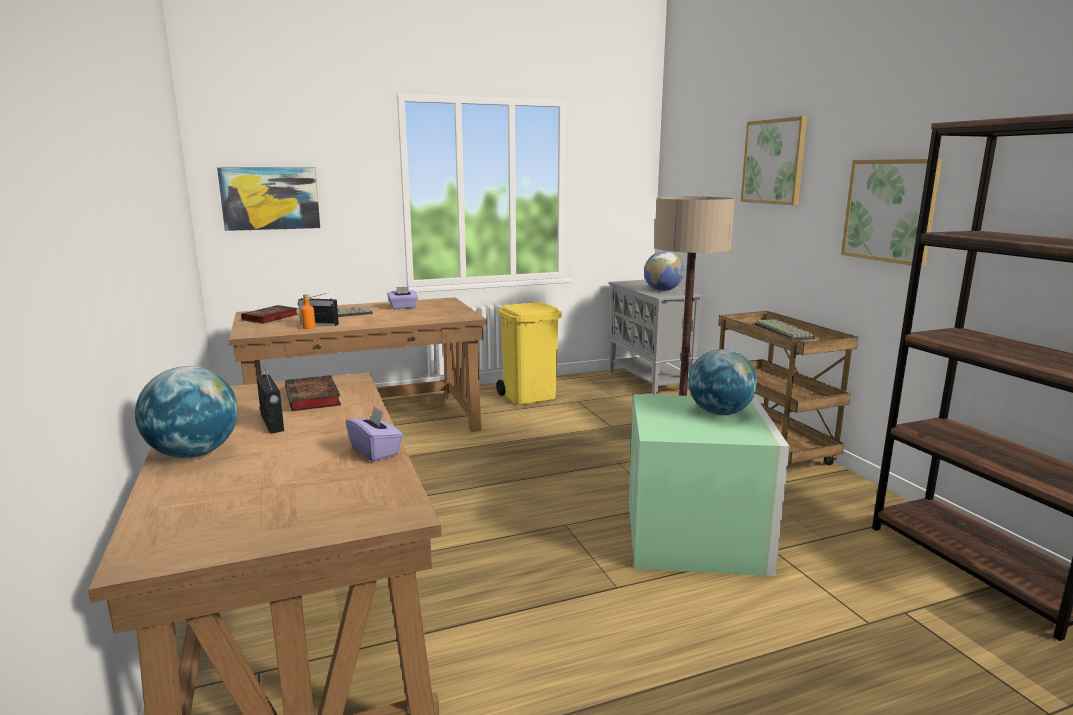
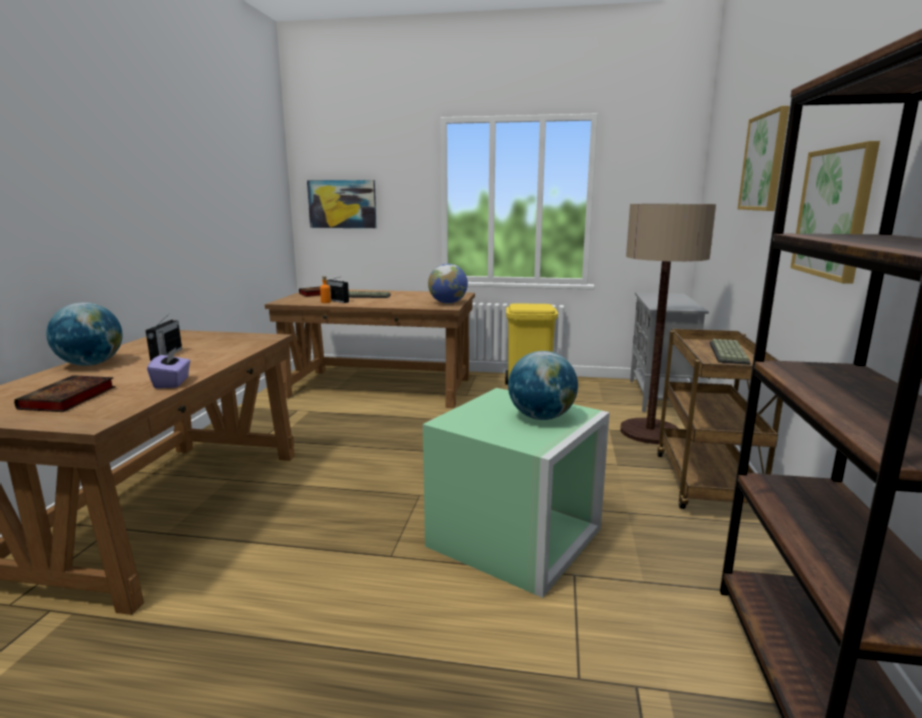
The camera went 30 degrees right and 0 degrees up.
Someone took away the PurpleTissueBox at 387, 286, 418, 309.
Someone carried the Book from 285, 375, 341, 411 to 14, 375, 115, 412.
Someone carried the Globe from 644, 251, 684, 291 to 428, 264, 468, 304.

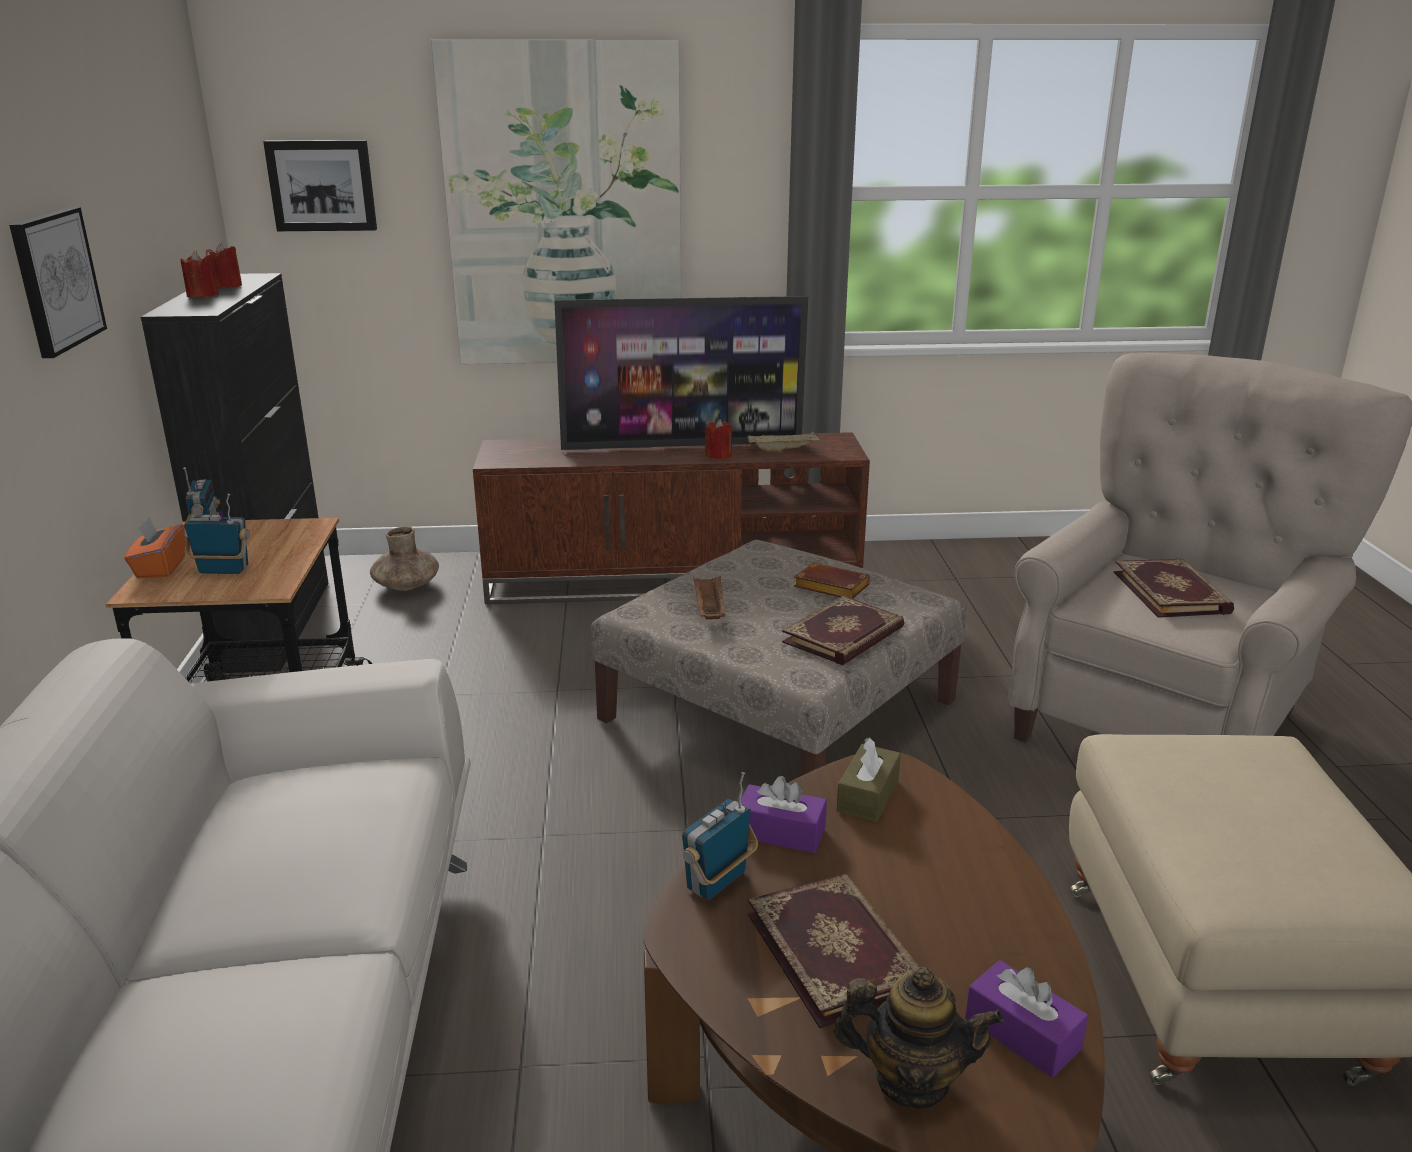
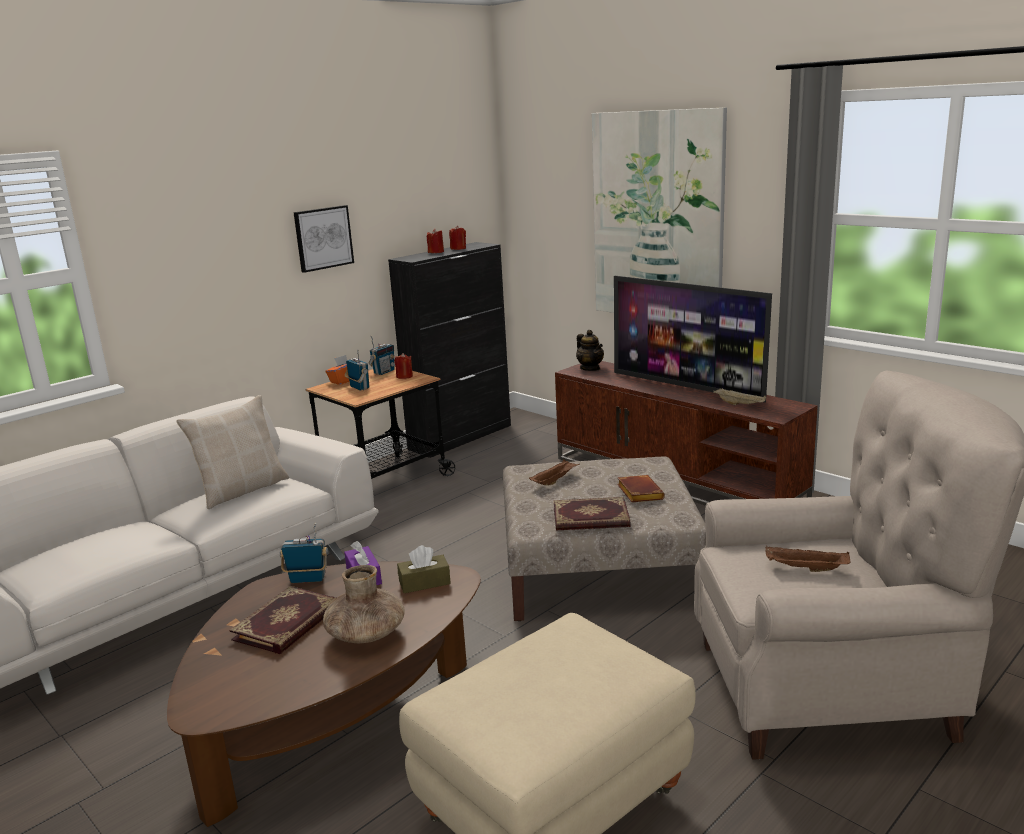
The camera went 50 degrees right and 5 degrees down.
Someone took away the Picture at 263, 140, 377, 231.
Someone took away the PurpleTissueBox at 965, 960, 1088, 1078.
Someone put down the BeigePillow at 176, 395, 289, 509.
Someone carried the BrownVase from 370, 526, 439, 591 to 323, 565, 405, 643.
Someone carried the RedCandle from 705, 419, 733, 459 to 394, 353, 413, 379.
Someone carried the Teapot from 833, 967, 1004, 1109 to 576, 330, 604, 371.
Someone swapped the Book at 1114, 558, 1234, 618 for the BrownTray at 765, 546, 851, 572.

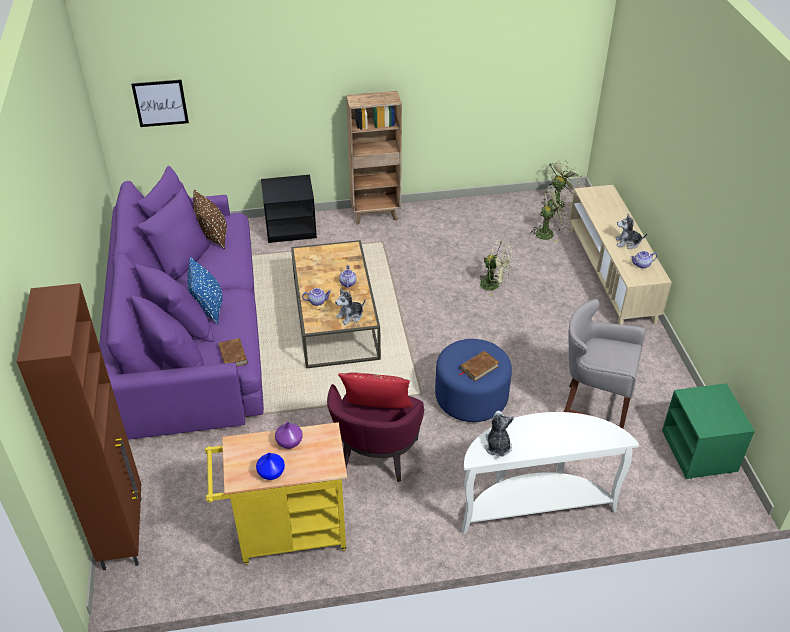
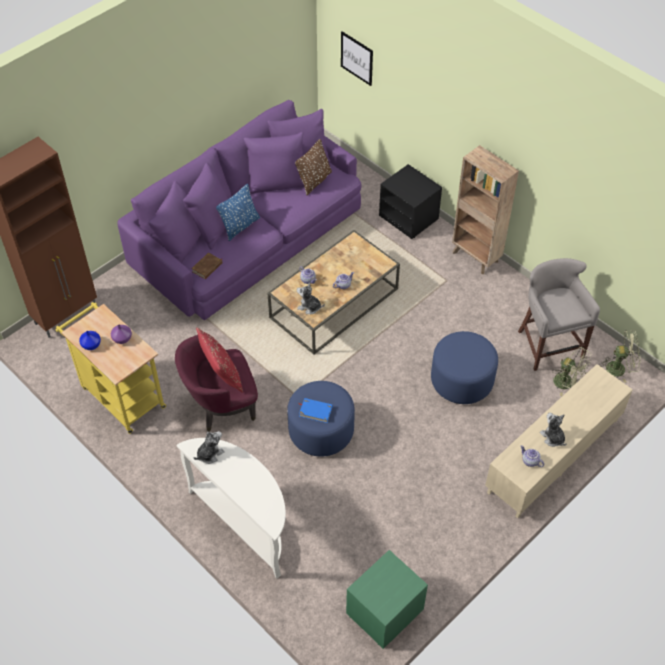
The camera went 55 degrees right and 10 degrees up.
Someone carried the GreyStool from 564, 299, 645, 428 to 518, 258, 600, 371.
Someone swapped the GreenFan at 477, 240, 513, 296 for the BlueOttoman at 431, 331, 498, 404.
Someone repainted the BrownBook at 459, 351, 499, 381, which became the BlueBook at 299, 398, 333, 423.

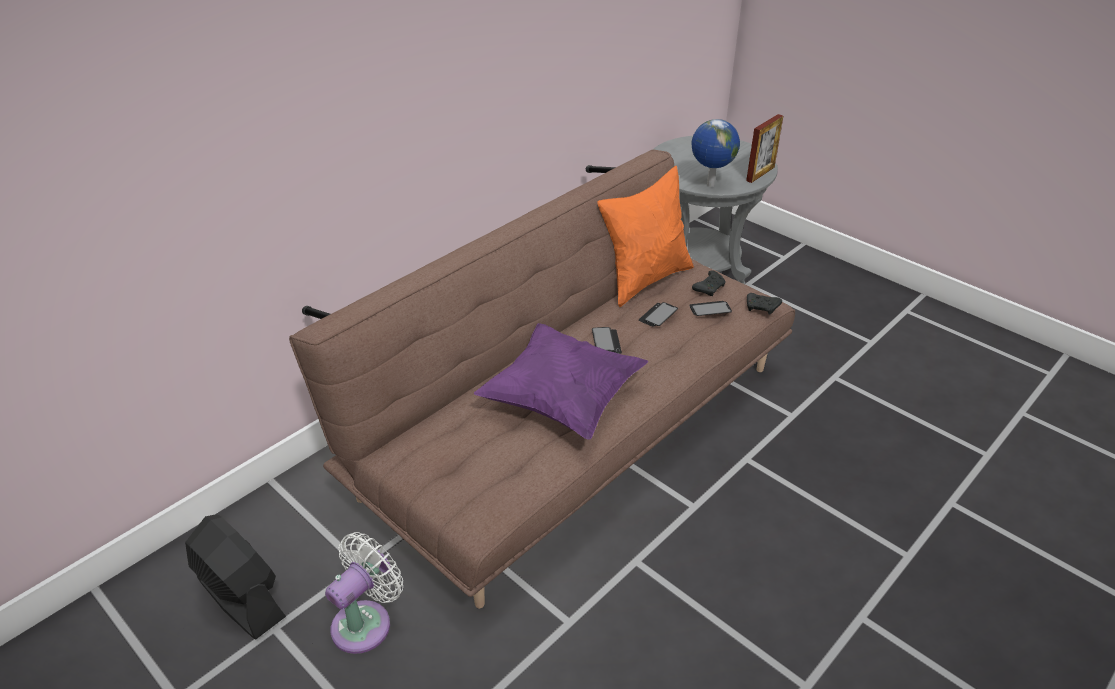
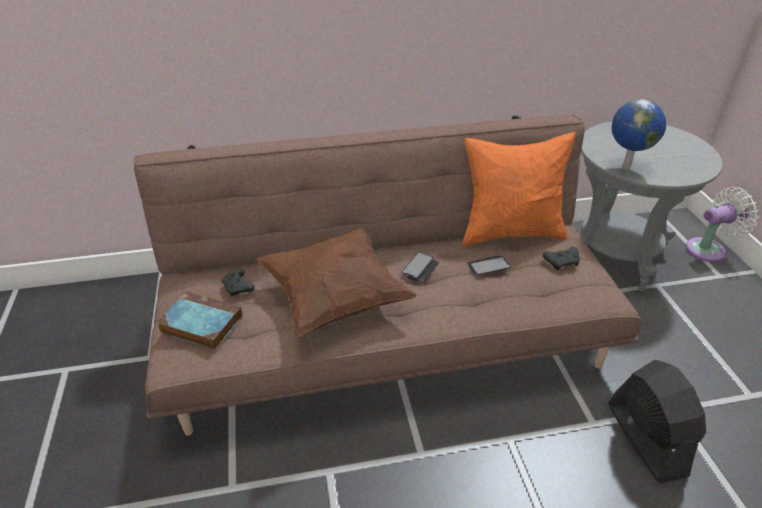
The camera went 35 degrees right and 0 degrees up.
Someone took away the Phone at 689, 301, 732, 316.
Someone took away the PictureFrame at 746, 114, 783, 183.
Someone put down the Book at 157, 291, 243, 350.
Someone carried the BlackFan from 185, 514, 286, 639 to 608, 360, 706, 484.
Someone carried the WhiteFan from 325, 532, 403, 654 to 686, 187, 759, 262.
Someone carried the BlackGameController from 747, 293, 782, 315 to 221, 269, 255, 296.
Someone repainted the PurplePillow at 474, 323, 648, 440, which became the BrownPillow at 257, 228, 417, 337.

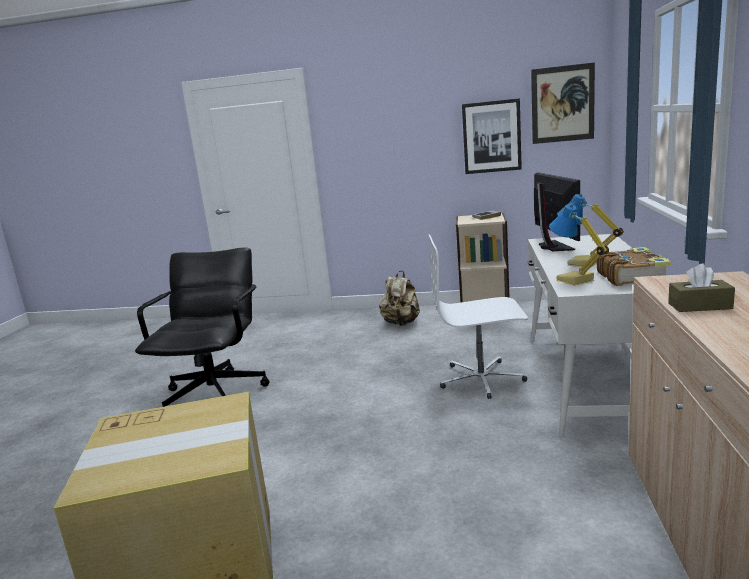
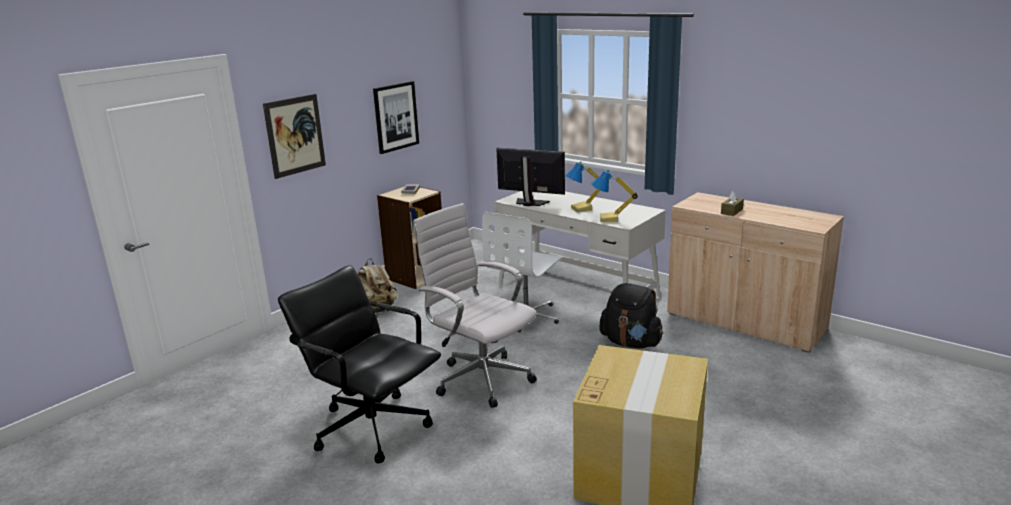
The camera went 60 degrees left and 5 degrees up.
Someone took away the Book at 596, 247, 671, 286.
Someone put down the WhiteOfficeChair at 413, 203, 537, 408.
Someone put down the BlackBackpack at 599, 283, 663, 348.
Someone carried the Picture from 531, 63, 595, 144 to 263, 94, 326, 179.

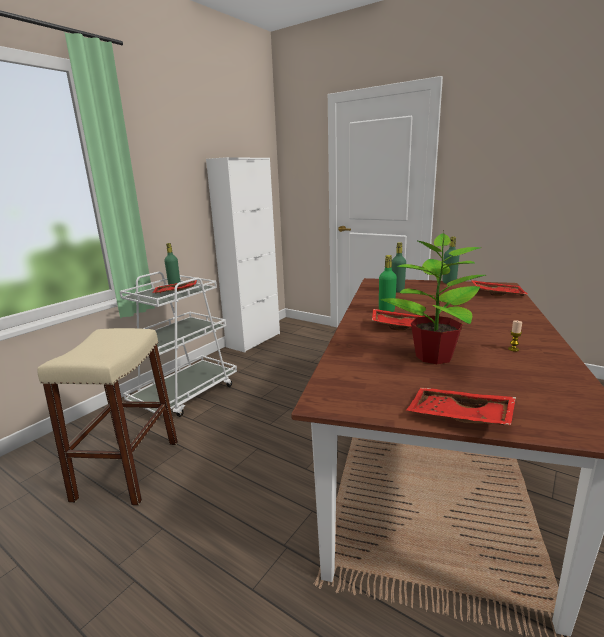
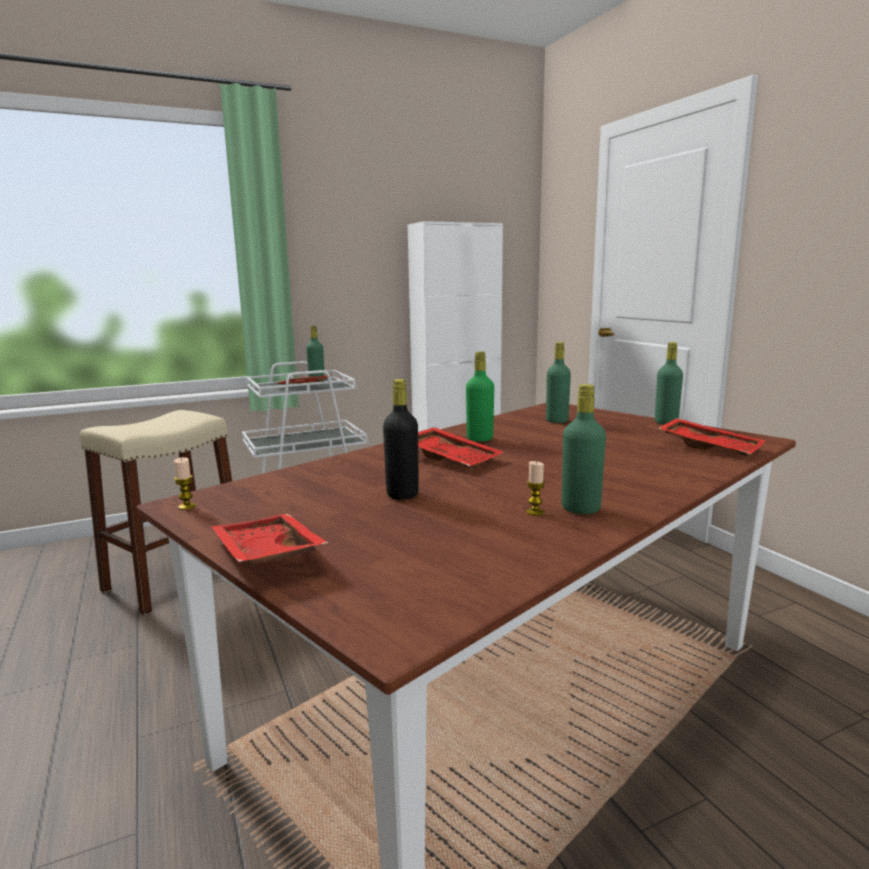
The camera went 30 degrees right and 5 degrees down.
Someone put down the Candle at 174, 457, 196, 510.
Someone put down the GreenBottle at 562, 384, 606, 514.
Someone swapped the PottedPlant at 380, 230, 486, 364 for the BlackBottle at 383, 379, 419, 500.

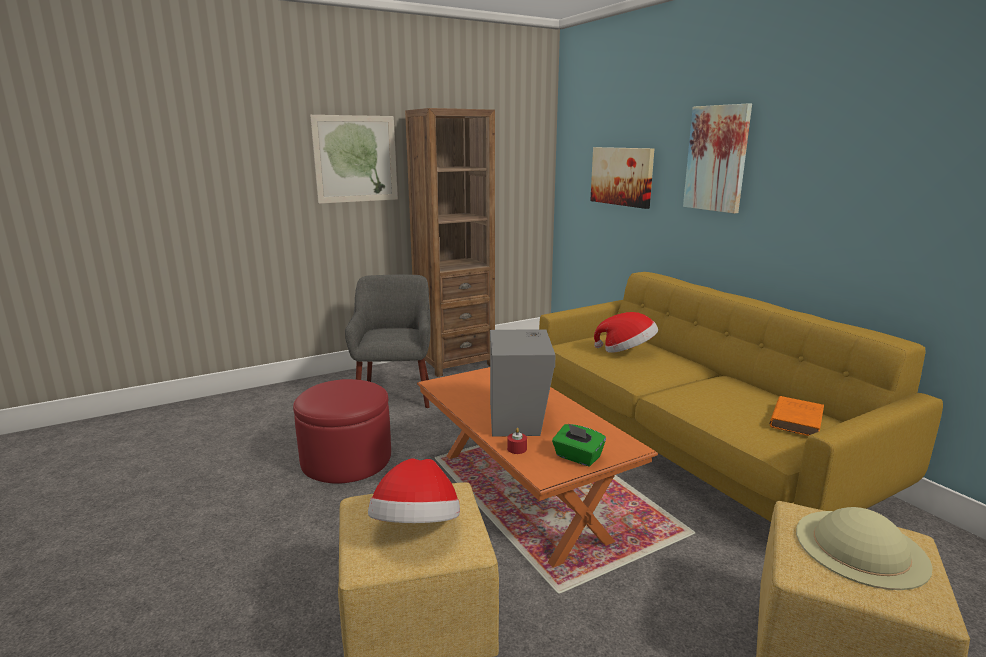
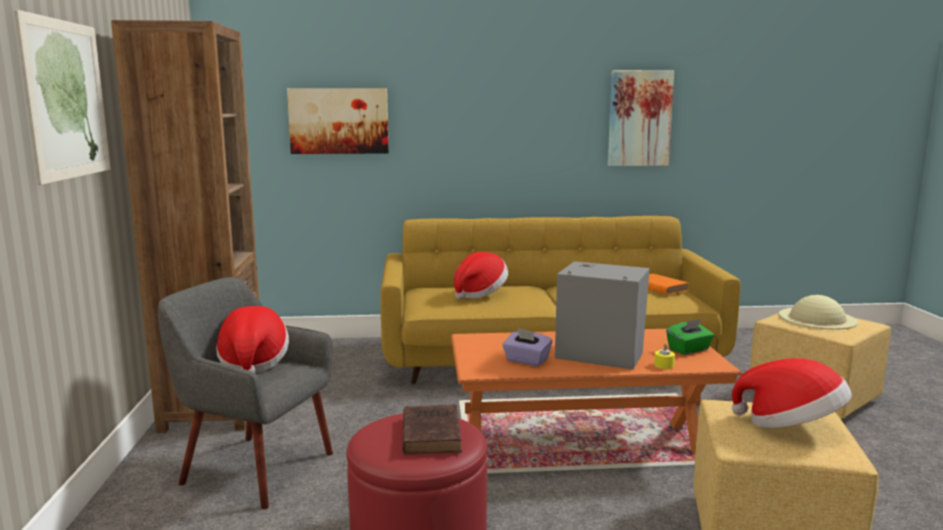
The camera went 65 degrees left and 5 degrees down.
Someone put down the Hat at 216, 306, 289, 373.
Someone put down the BrownBook at 402, 405, 462, 455.
Someone put down the PurpleTissueBox at 502, 328, 552, 366.
Someone carried the Picture from 683, 103, 752, 214 to 608, 70, 674, 166.
Someone repainted the RedCandle at 507, 428, 527, 454, which became the YellowCandle at 654, 343, 675, 369.

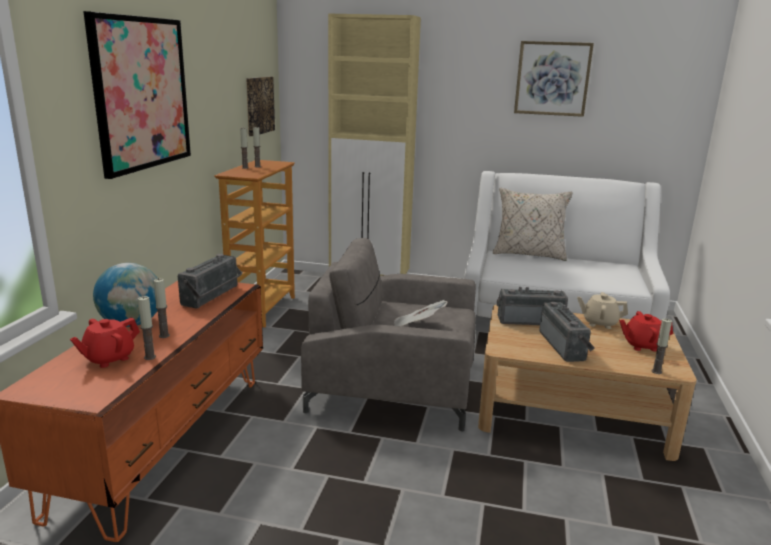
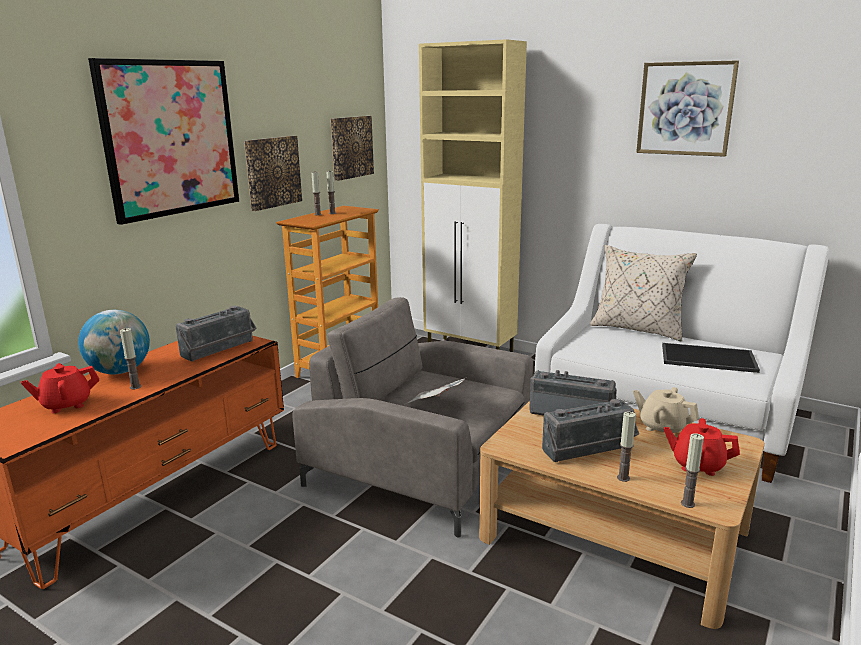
The camera went 20 degrees right and 0 degrees up.
Someone put up the Picture at 244, 136, 302, 211.
Someone put down the Tray at 662, 343, 760, 373.
Someone carried the Candle from 138, 296, 156, 360 to 617, 411, 636, 482.
Someone rotated the Radio at 539, 302, 595, 362 by 60 degrees clockwise.

